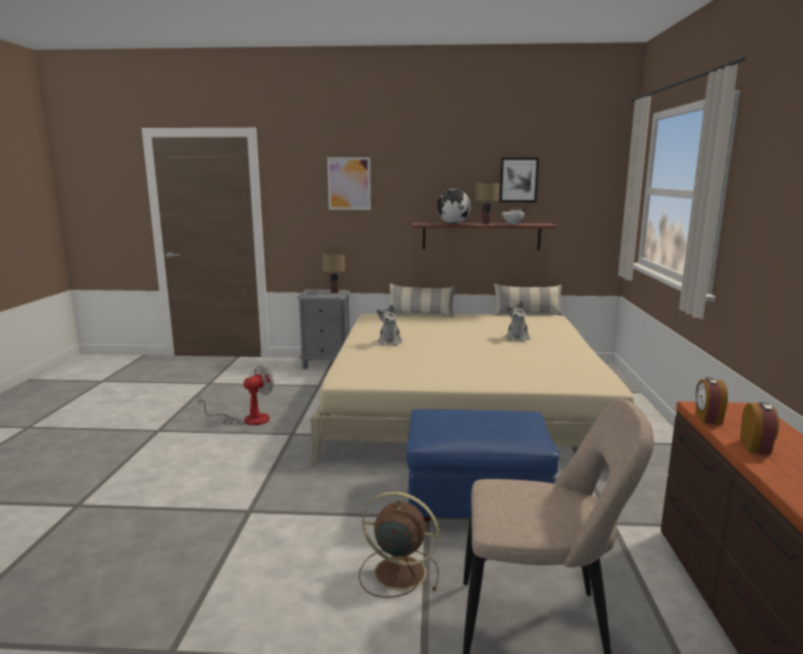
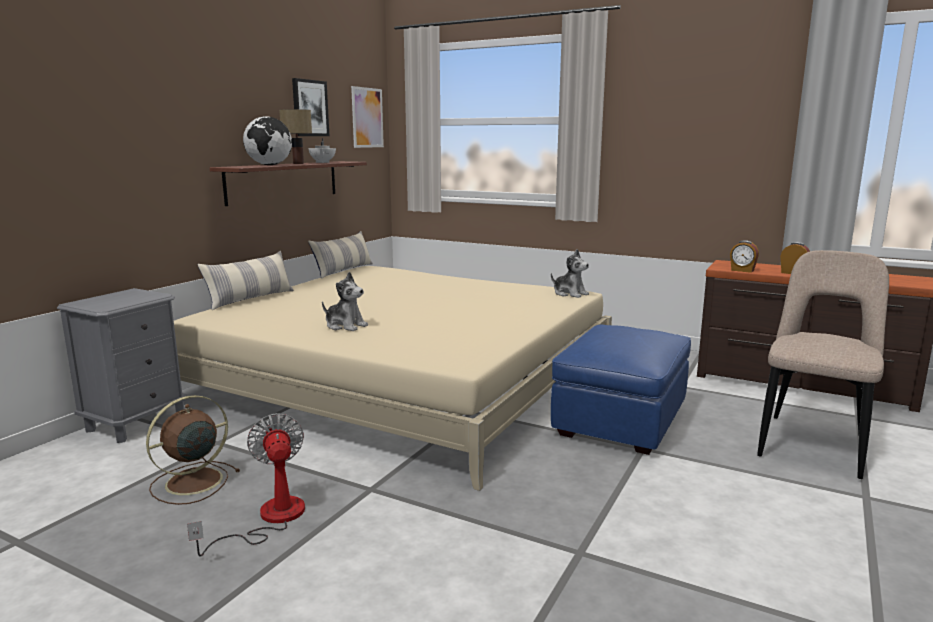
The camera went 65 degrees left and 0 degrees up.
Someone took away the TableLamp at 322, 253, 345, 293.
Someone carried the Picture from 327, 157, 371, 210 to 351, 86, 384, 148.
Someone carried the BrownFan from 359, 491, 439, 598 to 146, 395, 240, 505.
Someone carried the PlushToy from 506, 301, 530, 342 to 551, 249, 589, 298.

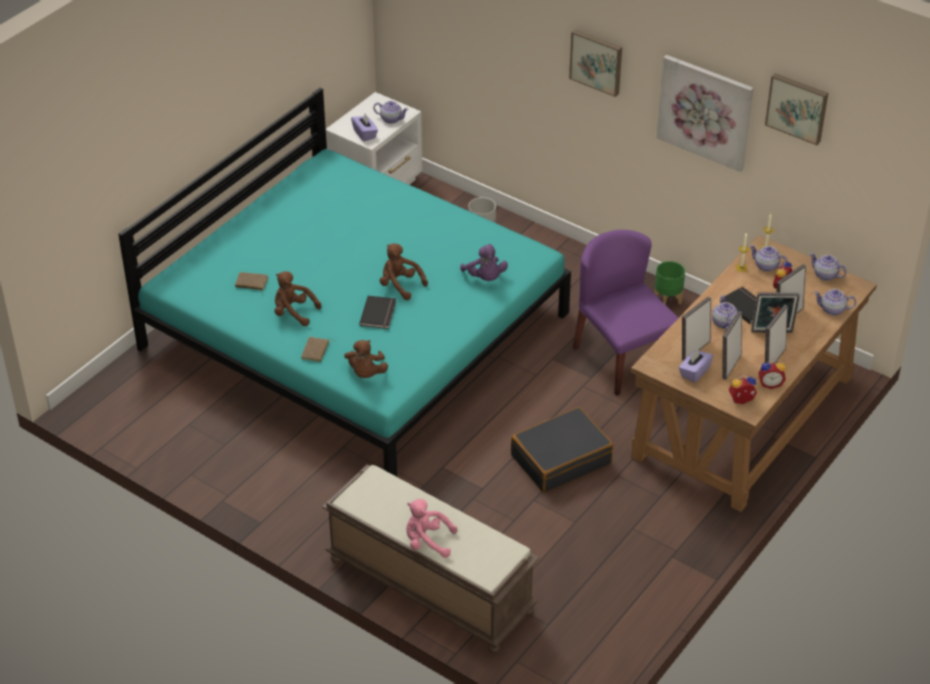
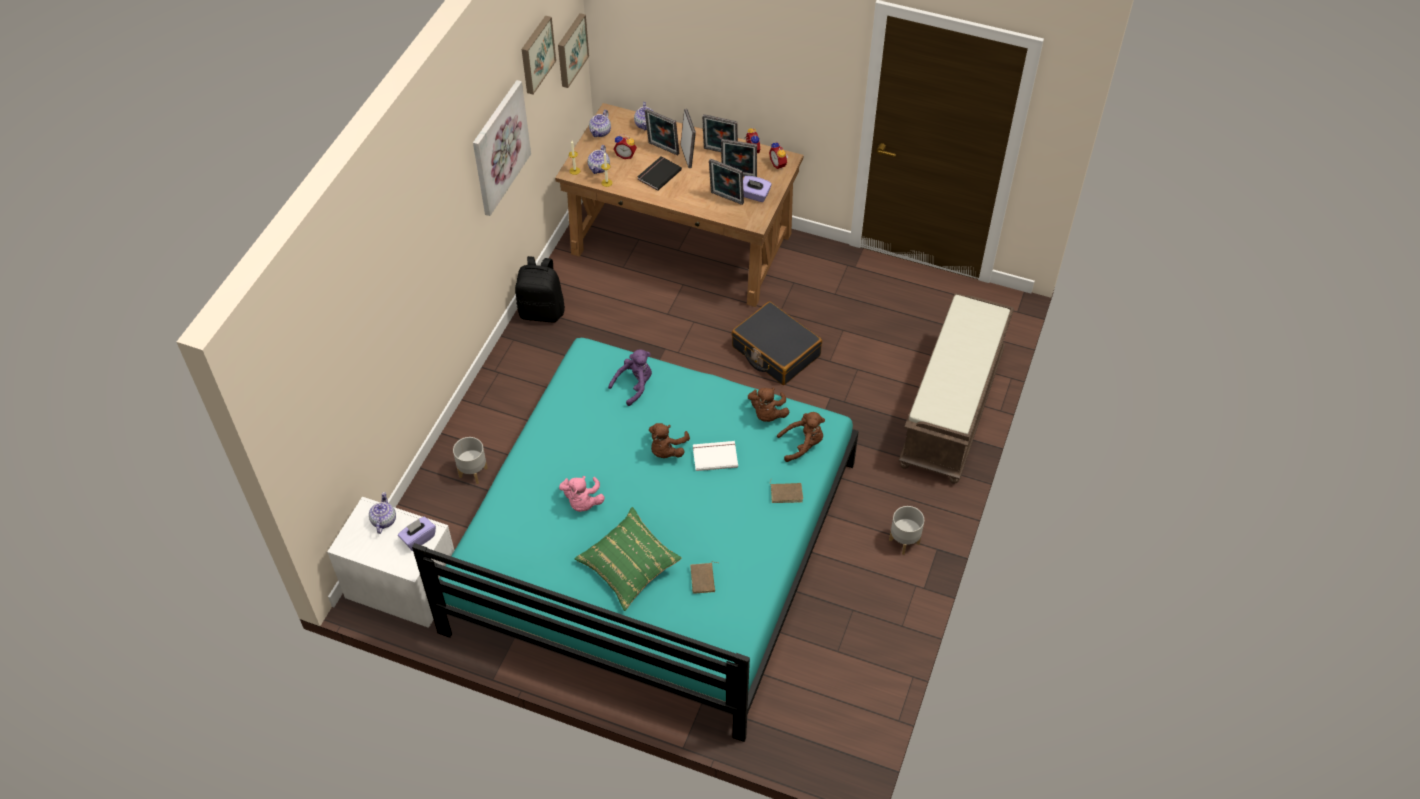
The camera went 105 degrees left and 10 degrees up.
Someone took away the PurpleChair at 573, 230, 678, 396.
Someone took away the Teapot at 712, 295, 738, 330.
Someone put down the GreenPillow at 574, 507, 682, 611.
Someone put down the GreyPlanter at 889, 506, 924, 555.
Someone carried the BrownPlushToy from 274, 271, 321, 326 to 748, 388, 789, 422.
Someone carried the PinkPlushToy from 406, 499, 457, 558 to 559, 476, 605, 512.
Someone carried the Picture from 569, 29, 622, 97 to 558, 13, 589, 88.
Someone swapped the GreenPlanter at 654, 261, 685, 305 for the BlackBackpack at 515, 256, 565, 323.
Someone repainted the BlackBook at 359, 296, 396, 329, which became the WhiteBook at 693, 441, 738, 471.

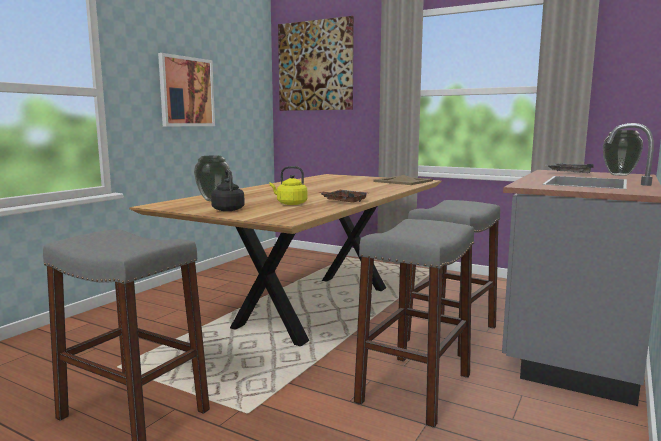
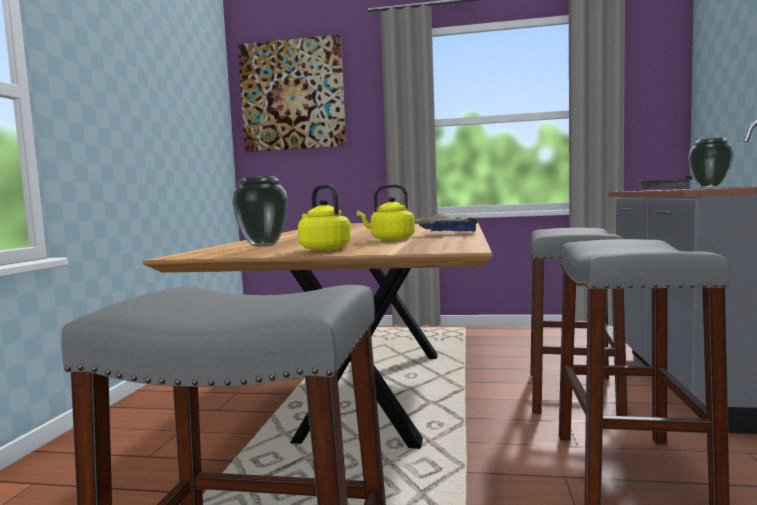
The camera went 20 degrees left and 5 degrees down.
Someone took away the Picture at 158, 53, 215, 126.
Someone repainted the BlackKettle at 211, 169, 245, 211, which became the YellowKettle at 298, 184, 351, 251.
Someone repainted the BrownTray at 319, 190, 367, 202, which became the BlueTray at 416, 218, 478, 232.

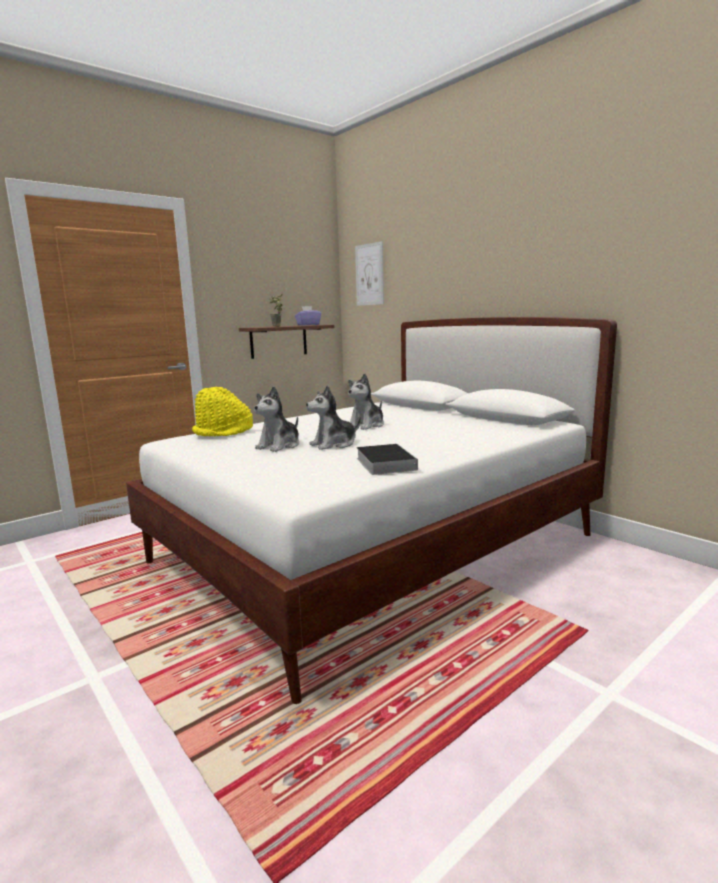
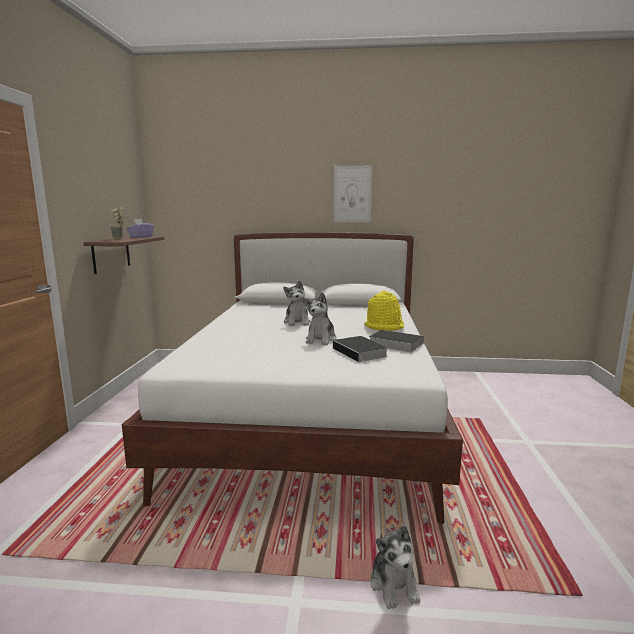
The camera went 45 degrees left and 0 degrees up.
Someone put down the Book at 333, 336, 388, 364.
Someone carried the YellowHat from 192, 387, 253, 437 to 364, 291, 404, 331.
Someone carried the PlushToy from 254, 386, 299, 452 to 370, 525, 420, 609.
Someone carried the Picture from 355, 241, 384, 306 to 334, 166, 372, 222.

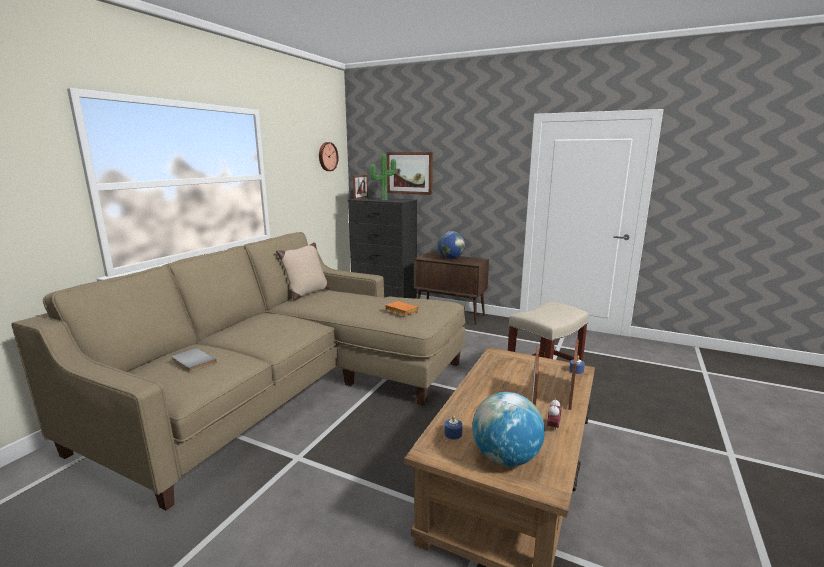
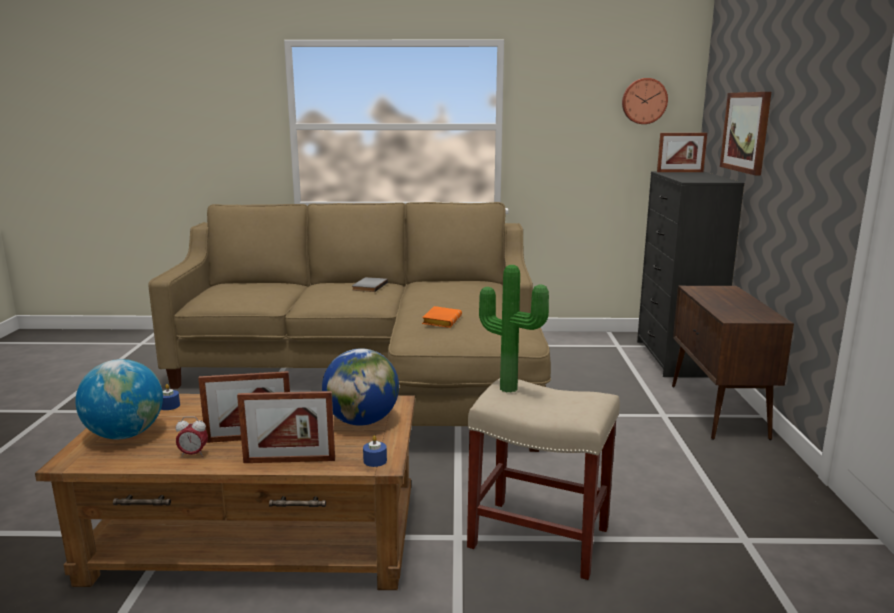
The camera went 65 degrees right and 0 degrees up.
Someone took away the BeigePillow at 276, 242, 330, 300.
Someone carried the GreyBook from 171, 348, 217, 373 to 352, 277, 388, 292.
Someone carried the PottedPlant from 370, 154, 396, 200 to 479, 265, 549, 393.
Someone carried the Globe from 437, 231, 465, 259 to 322, 348, 399, 426.

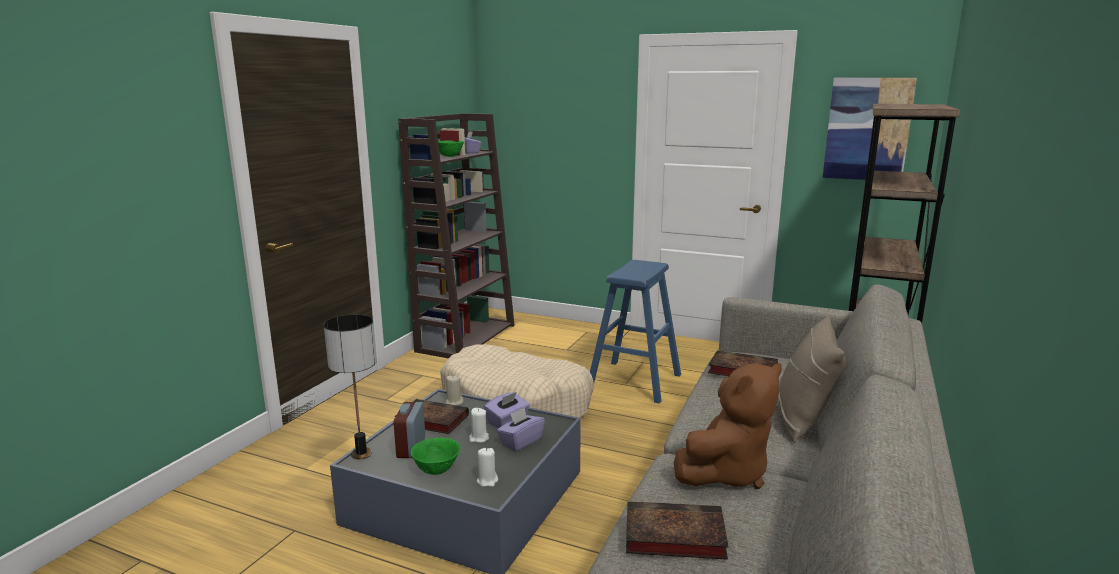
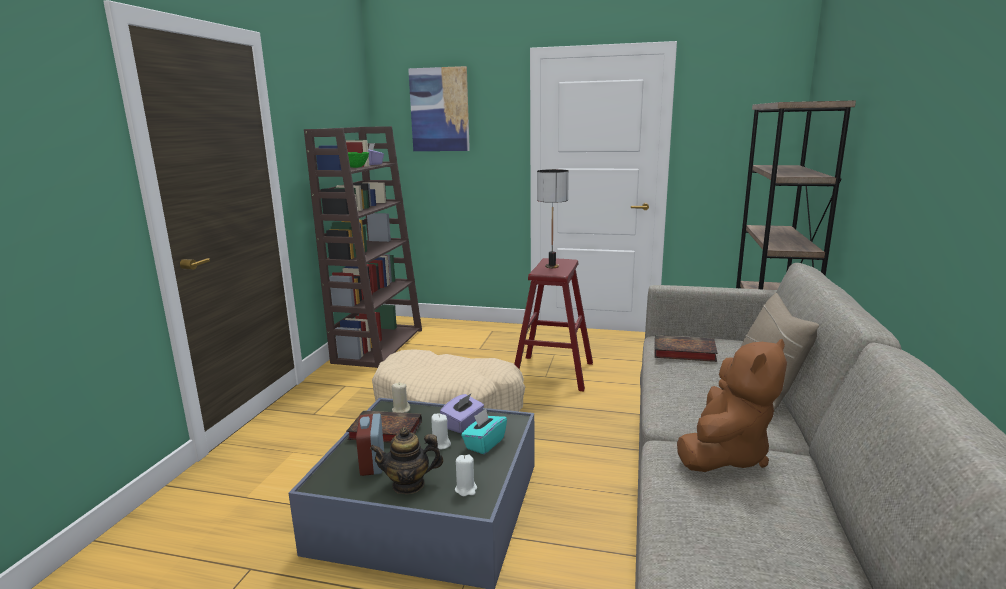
The camera went 10 degrees left and 0 degrees up.
Someone took away the Book at 626, 501, 729, 560.
Someone carried the TableLamp from 324, 315, 377, 459 to 537, 169, 569, 268.
Someone carried the Picture from 823, 78, 917, 180 to 408, 66, 470, 151.
Someone swapped the GreenBowl at 411, 437, 460, 475 for the Teapot at 370, 427, 443, 494.
Someone repainted the PurpleTissueBox at 497, 407, 545, 451, which became the TurquoiseTissueBox at 461, 409, 507, 454.
Someone repainted the BlueStool at 590, 260, 681, 404, which became the RedStool at 514, 258, 593, 391.

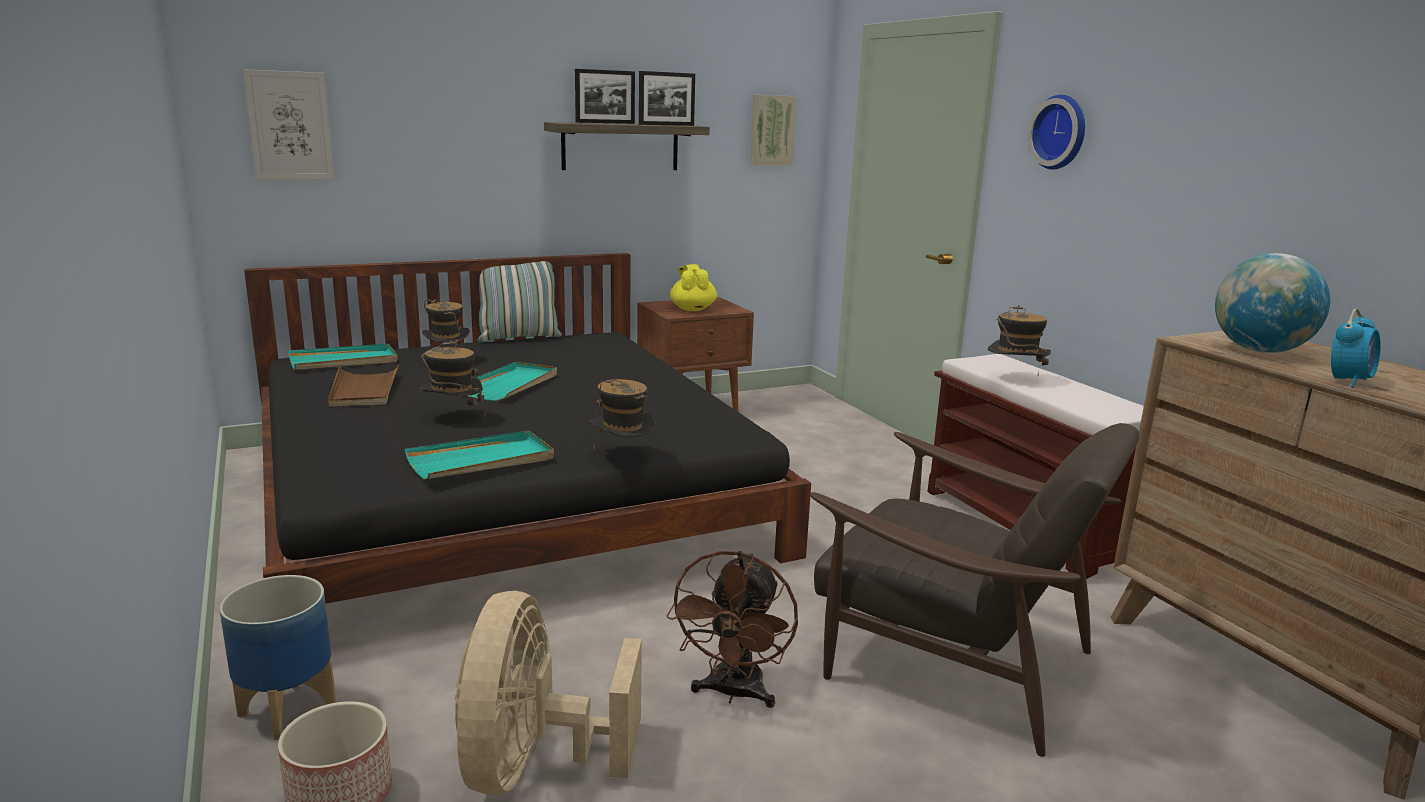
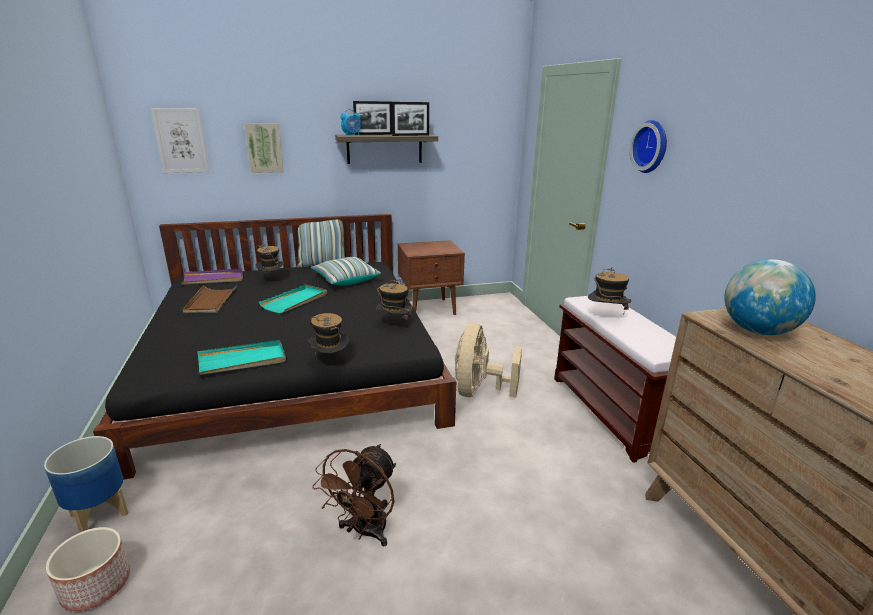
The camera went 10 degrees right and 5 degrees up.
Someone took away the YellowTeapot at 670, 264, 717, 311.
Someone took away the BrownArmchair at 810, 423, 1139, 757.
Someone put down the Pillow at 311, 257, 381, 286.
Someone carried the Hat from 420, 340, 485, 416 to 376, 280, 413, 325.
Someone carried the BeigeFan from 455, 591, 642, 795 to 455, 323, 522, 398.
Someone carried the Picture from 750, 95, 796, 166 to 244, 123, 284, 173.
Someone carried the AlarmClock from 1331, 309, 1381, 388 to 340, 109, 361, 136.
Someone repainted the TurquoiseTray at 288, 344, 398, 370, which became the PurpleTray at 181, 268, 243, 285.

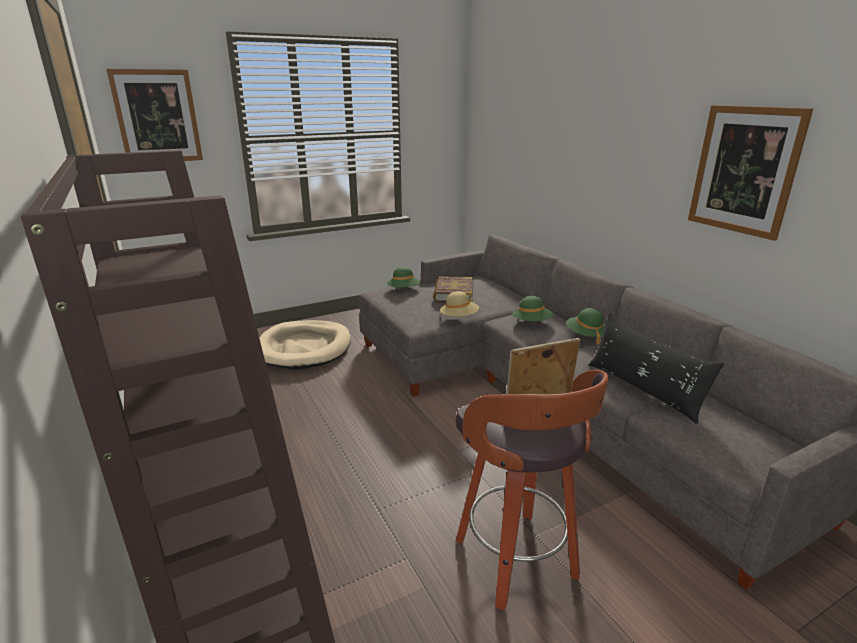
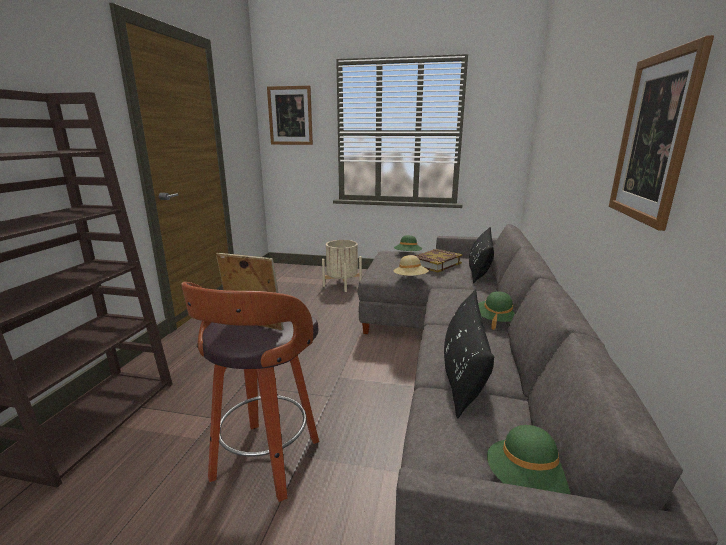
The camera went 40 degrees right and 5 degrees down.
Someone put down the BlackPillow at 469, 227, 494, 283.
Someone carried the GreenHat from 512, 296, 554, 321 to 487, 425, 571, 494.
Someone swapped the BeigeDogBed at 259, 320, 351, 370 for the BeigePlanter at 322, 240, 362, 292.

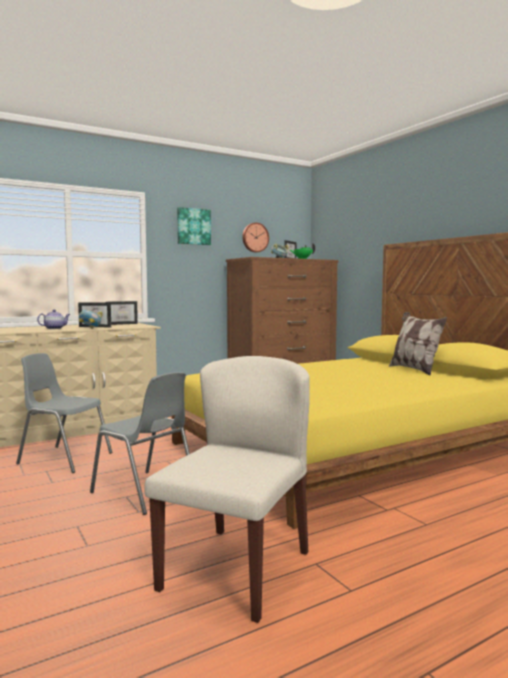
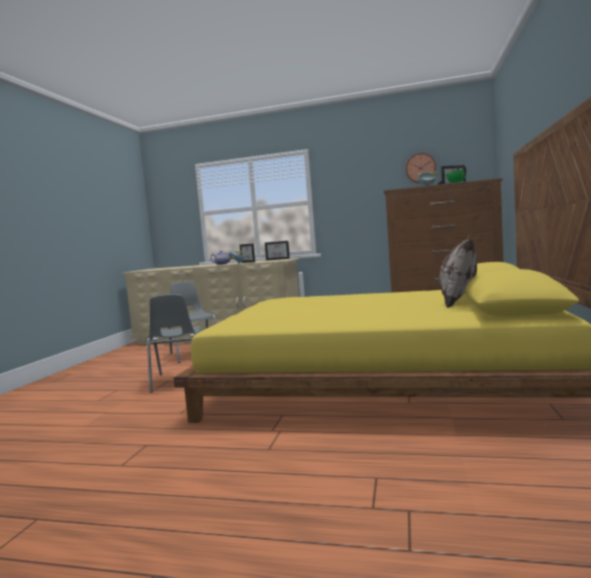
The camera went 45 degrees right and 0 degrees up.
Someone took away the BeigeChair at 144, 356, 310, 623.
Someone took away the Picture at 177, 207, 211, 245.

